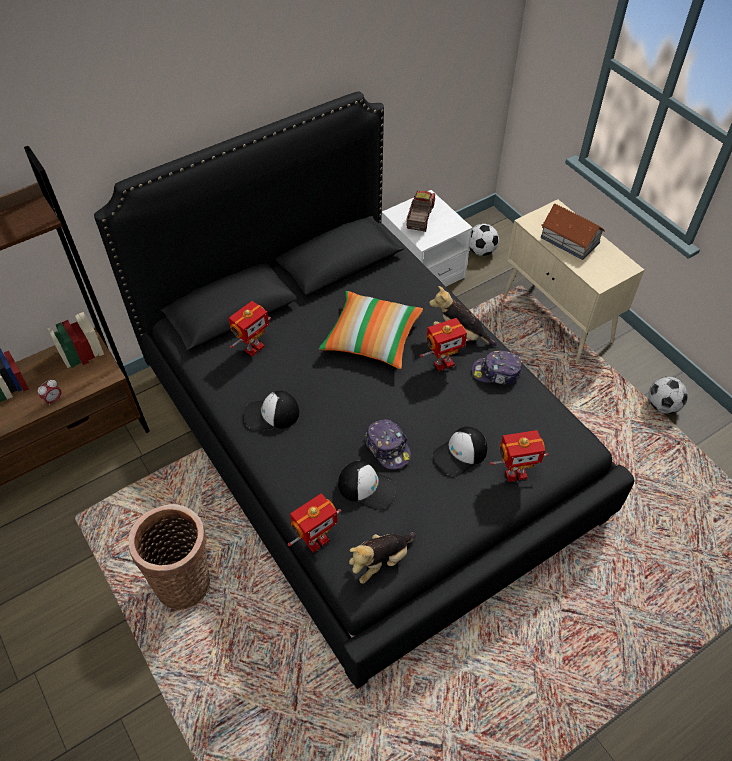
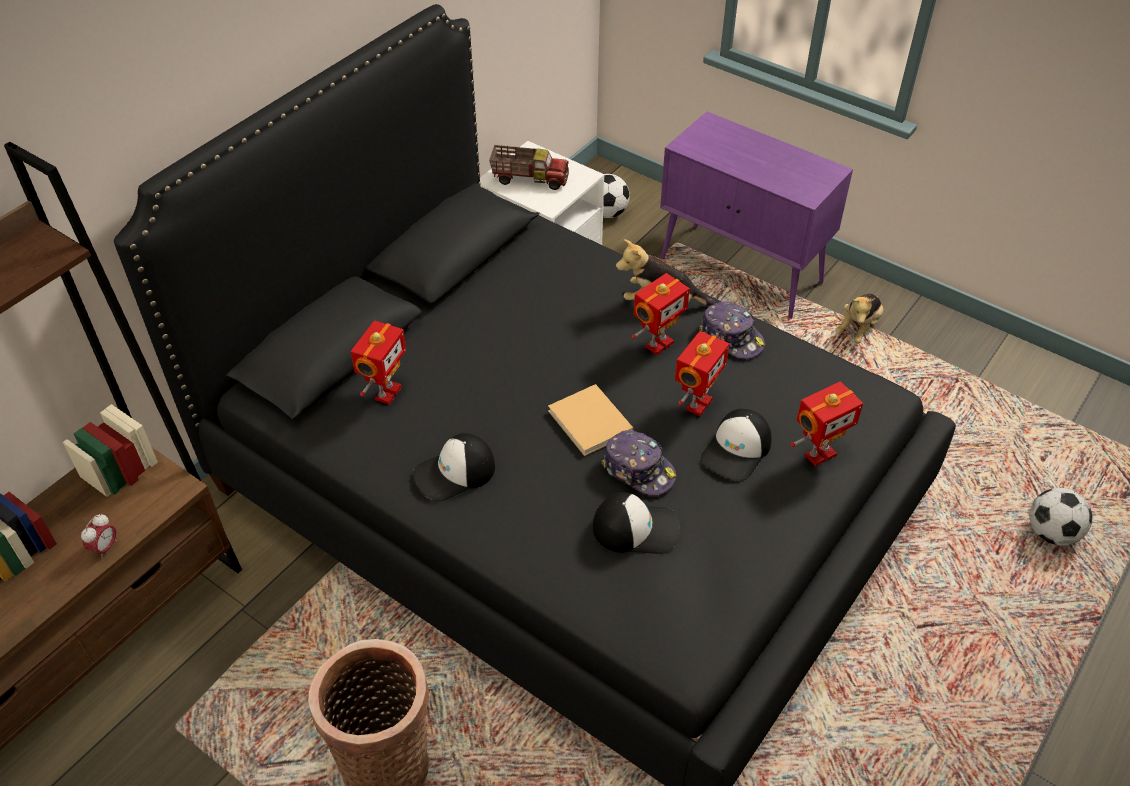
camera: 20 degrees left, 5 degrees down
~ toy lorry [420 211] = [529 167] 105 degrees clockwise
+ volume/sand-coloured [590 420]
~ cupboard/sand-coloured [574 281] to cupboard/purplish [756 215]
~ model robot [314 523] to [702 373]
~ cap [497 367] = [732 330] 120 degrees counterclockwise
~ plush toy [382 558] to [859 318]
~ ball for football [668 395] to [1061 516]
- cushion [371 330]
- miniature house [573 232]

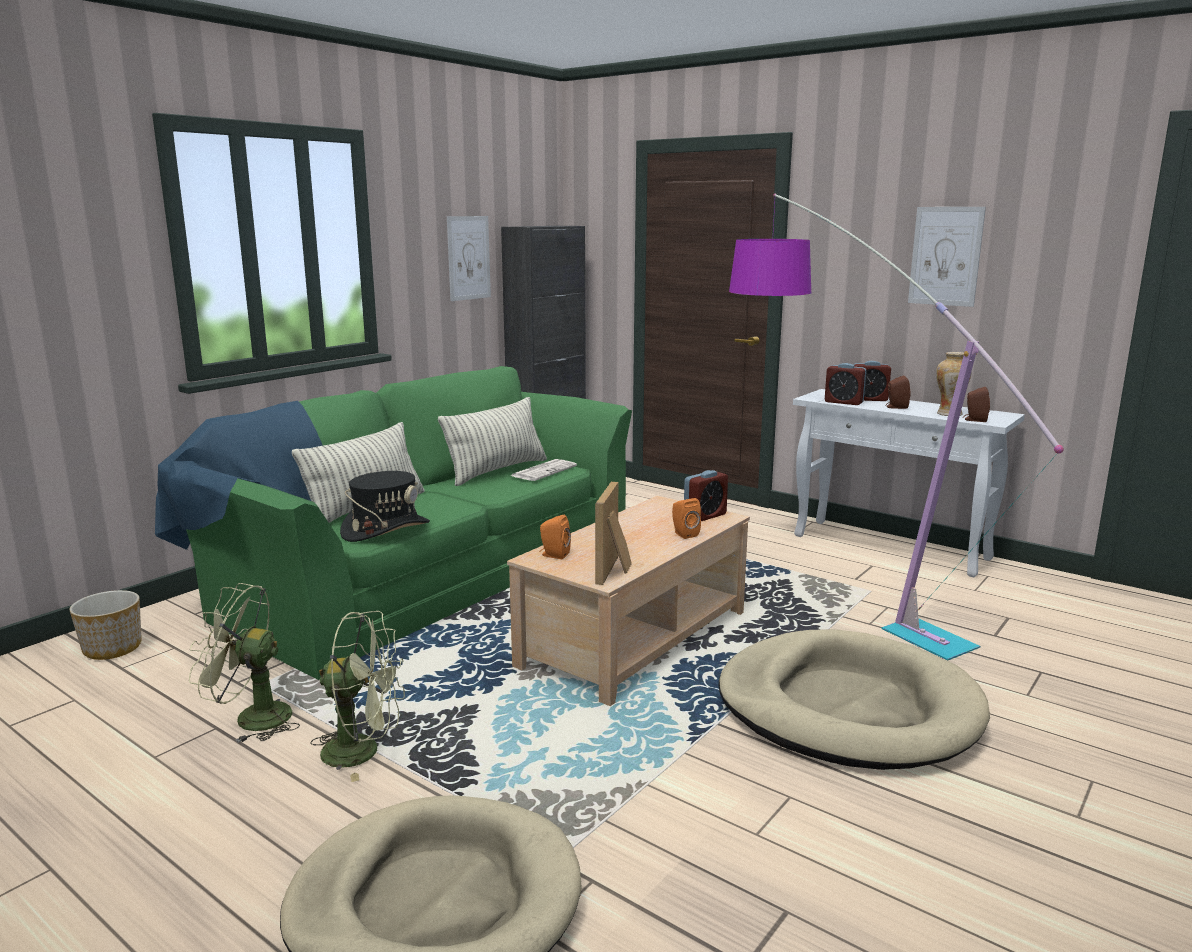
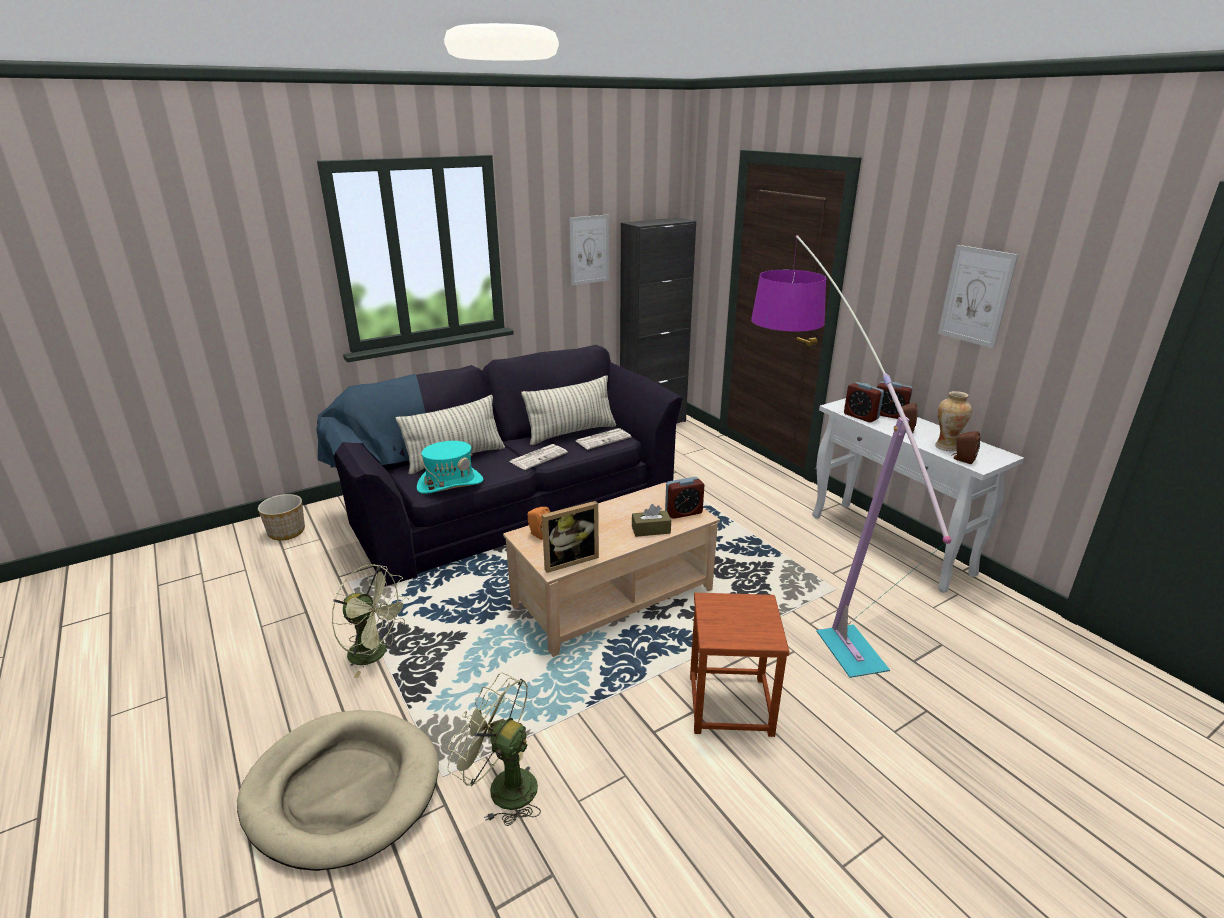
camera: 20 degrees right, 10 degrees up
~ sofa/greenish [393 523] to sofa/black-coloured [499 465]
~ clothing hat/black-coloured [385 506] to clothing hat/turquoise-coloured [450 467]
~ cooling fan/greenish [244 663] to [494 749]
+ daily paper [538 457]
~ standing frame [613 533] = [570 537] 150 degrees counterclockwise
~ loudspeaker/orangey [686 518] to tissue box/brownish [651 520]
~ dog bed/sand-coloured [854 699] to stool seat/brownish [739 665]

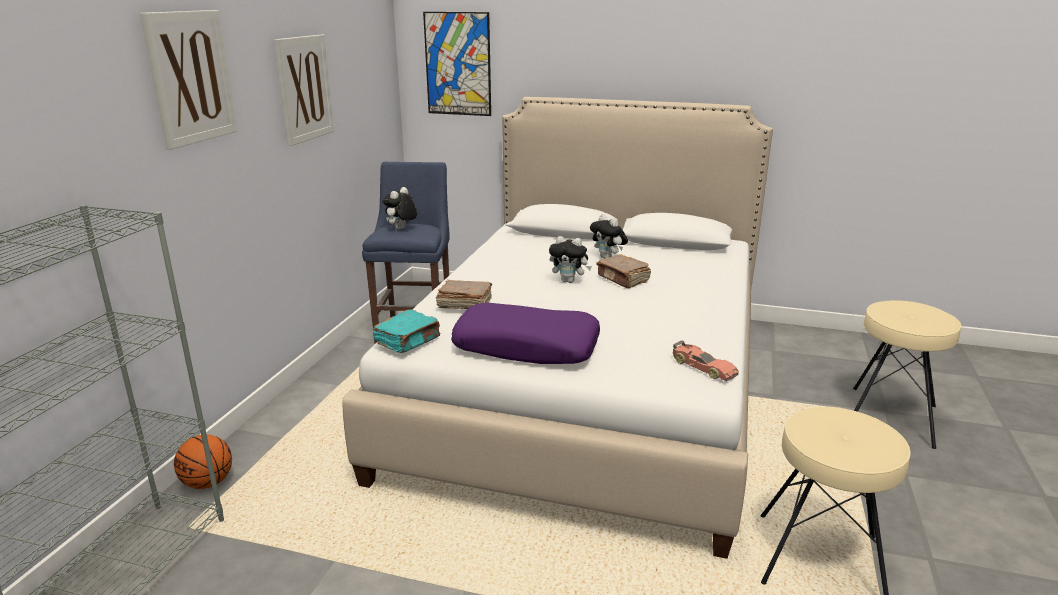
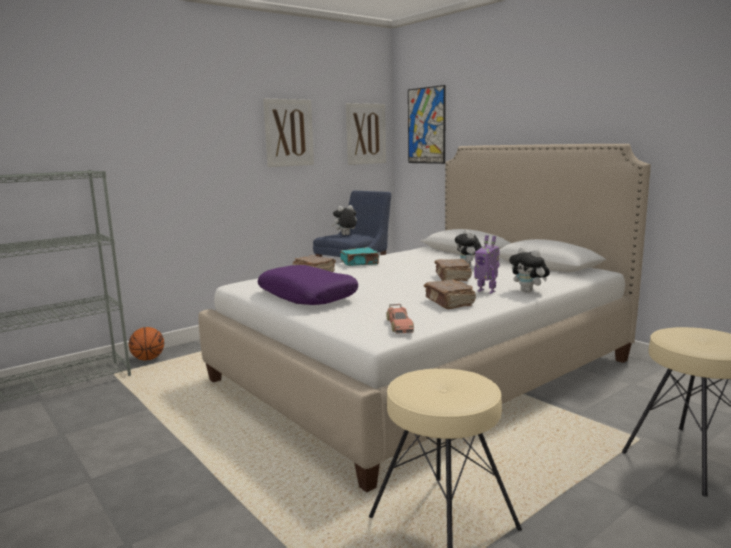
camera: 35 degrees right, 10 degrees down
~ volume/turquoise-coloured [406 331] to [359 256]
~ wall picture [188 80] to [366 134]
+ volume/brownish [450 294]
+ model robot [487 264]
~ plush toy [570 259] to [529 269]

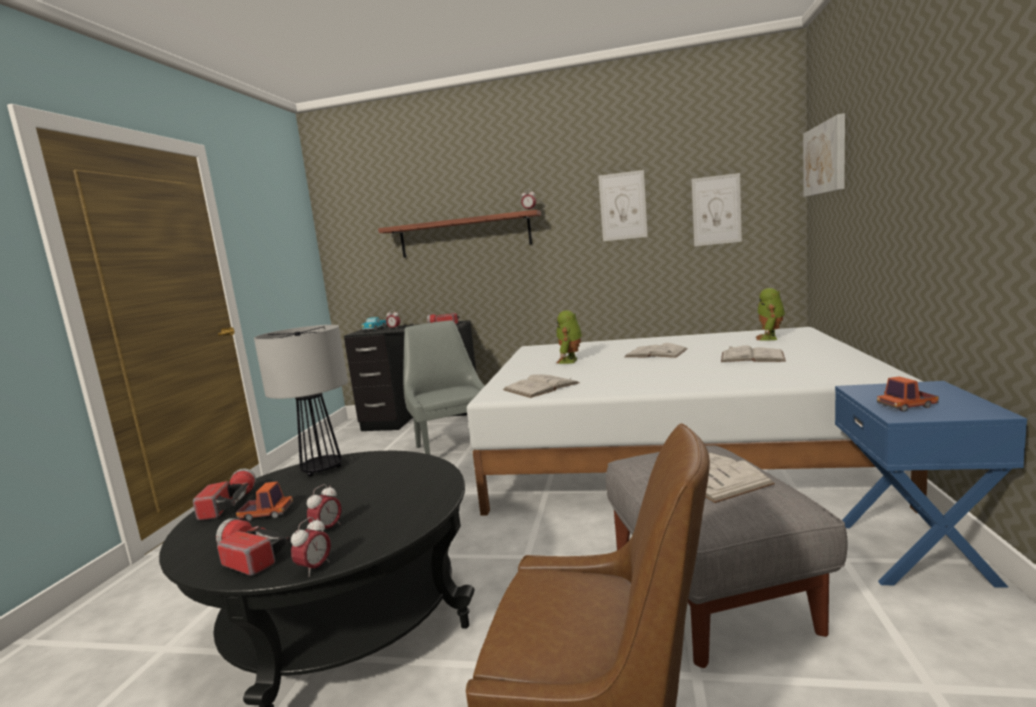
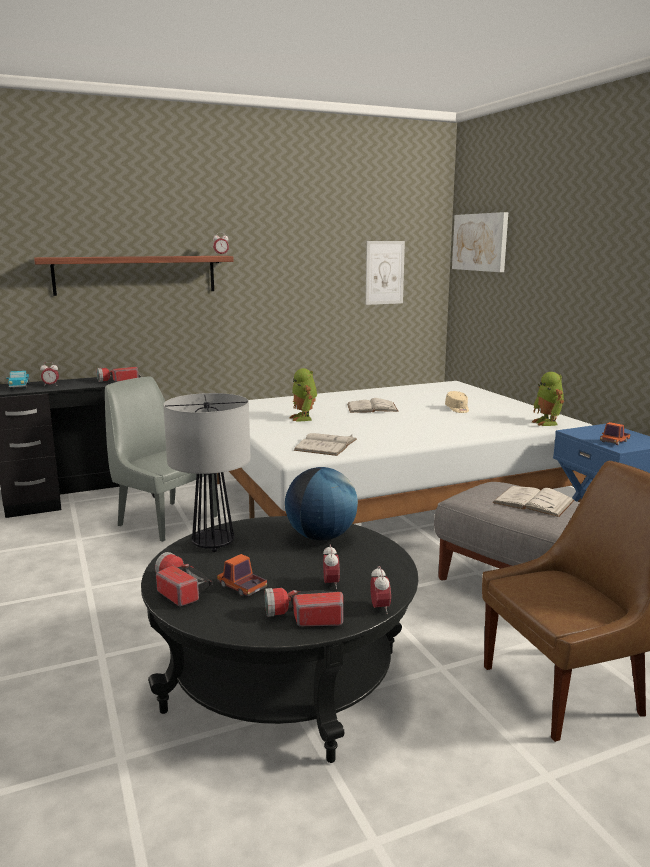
camera: 35 degrees left, 5 degrees up
~ toy lorry [264 501] = [242 575] 105 degrees counterclockwise
+ world globe [321 504]
~ volume/white [753 353] to cap/sand-coloured [457 402]
~ model robot [770 314] to [548 399]
- wall picture [623 205]

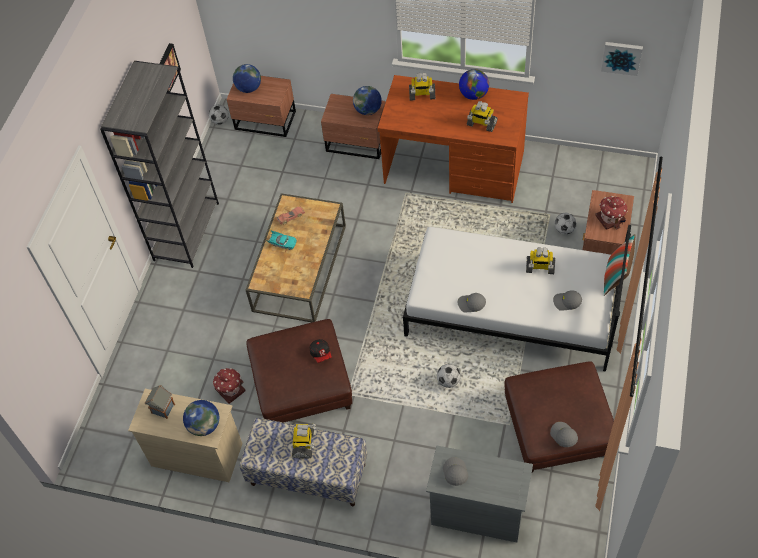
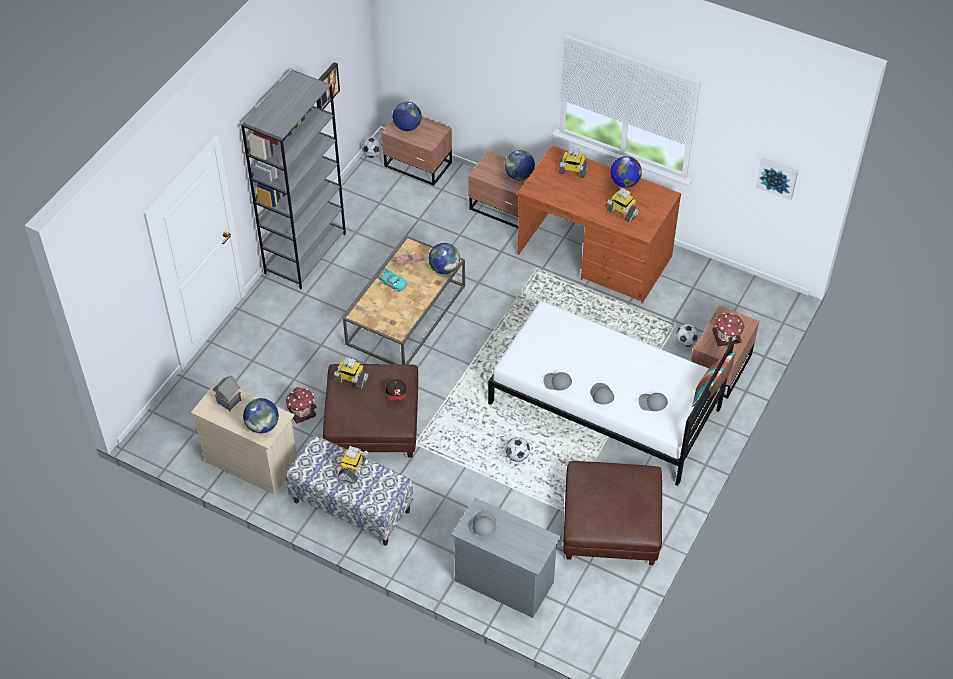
camera: 10 degrees right, 5 degrees down
~ model robot [540 260] to [351 373]
+ world globe [444 258]
~ cap/greyish [564 434] to [602 394]

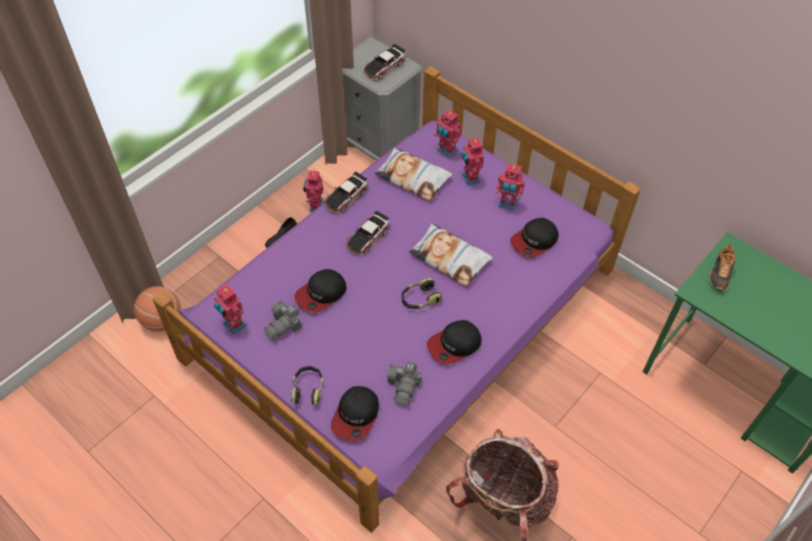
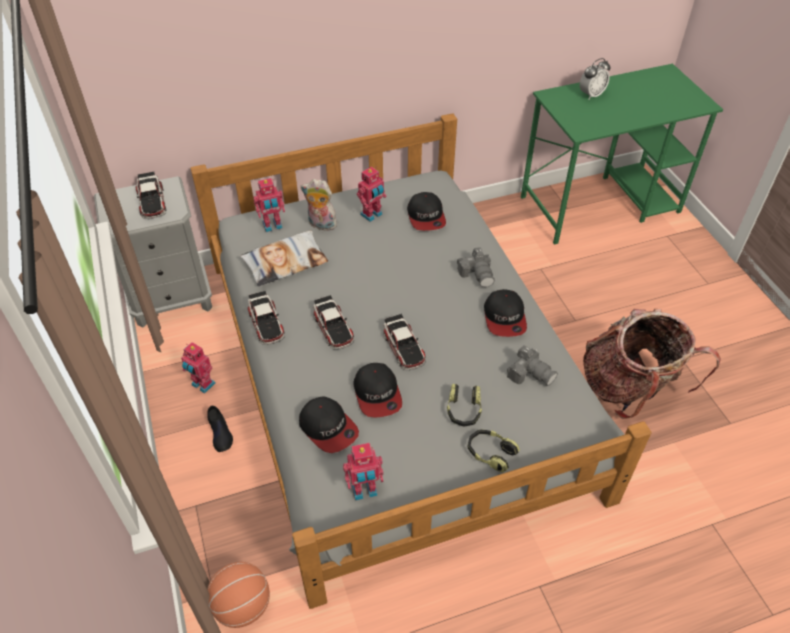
camera: 60 degrees left, 5 degrees down
~ bedroom bed/purplish [397 299] to bedroom bed/greyish [421 361]
~ cap [355 413] to [329 424]
~ model robot [472 161] to plush toy [319 205]
+ model car [404 342]
~ headphones [421 293] to [464 405]
~ photo camera [282 320] to [476 267]
+ alarm clock [595 79]
- cushion [451 255]
- low shoe [722 268]

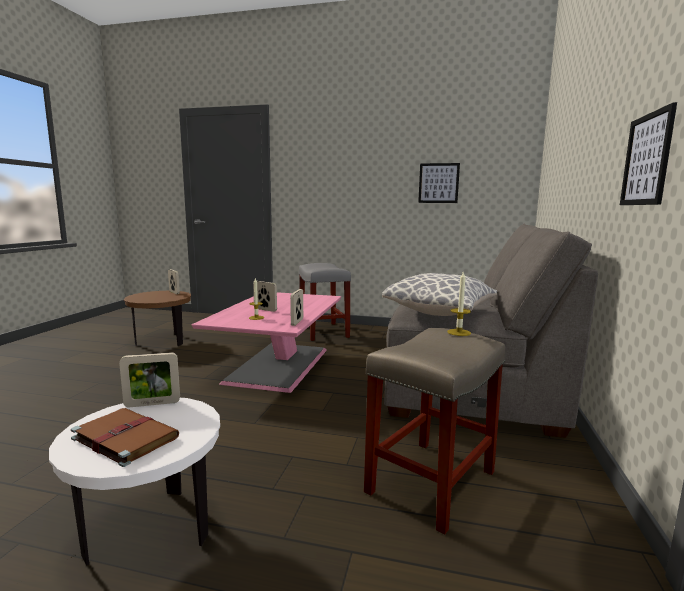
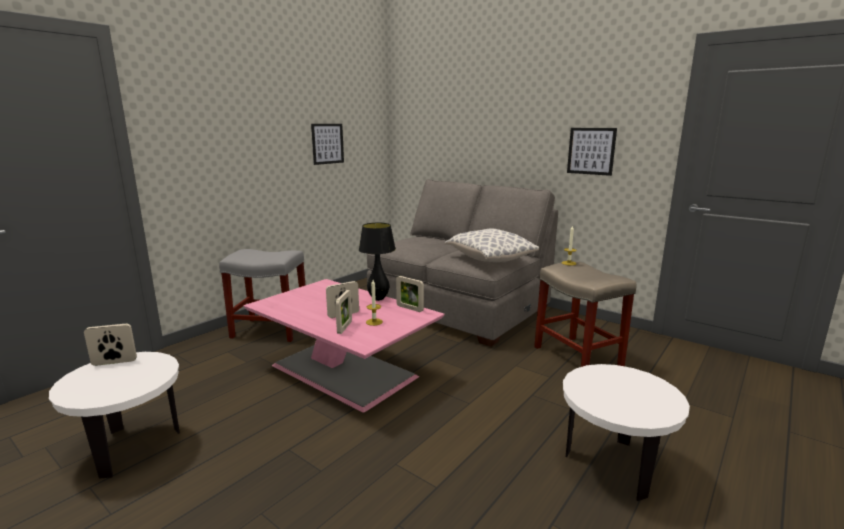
camera: 65 degrees left, 5 degrees up
~ side table/brownish [157 318] to side table/white [114 415]
~ standing frame [149 379] to [343 312]
+ tabletop lamp/black-coloured [377 262]
- volume/brownish [125 437]

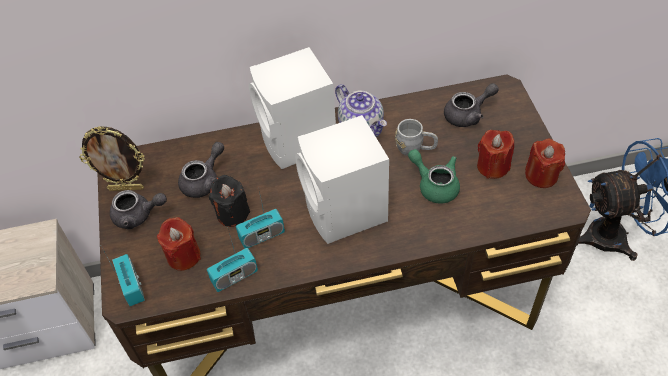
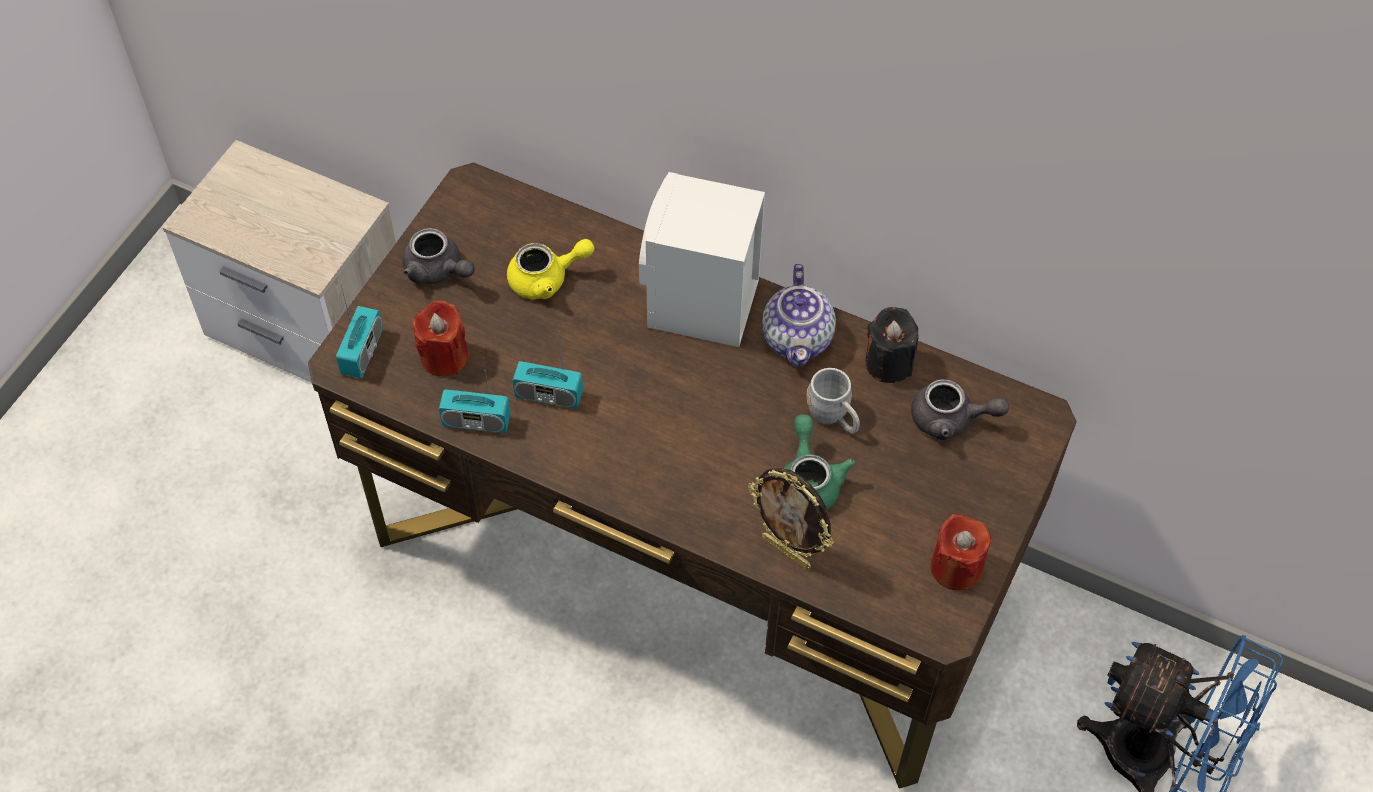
camera: 35 degrees right, 5 degrees up
~ pot for tea/greyish [201 170] to pot for tea/yellow-coloured [550 269]
~ standing frame [112 158] to [791 519]
~ candle/black-coloured [229 201] to [891 345]
- loudspeaker/white [342 179]
- candle/red-coloured [495 154]

